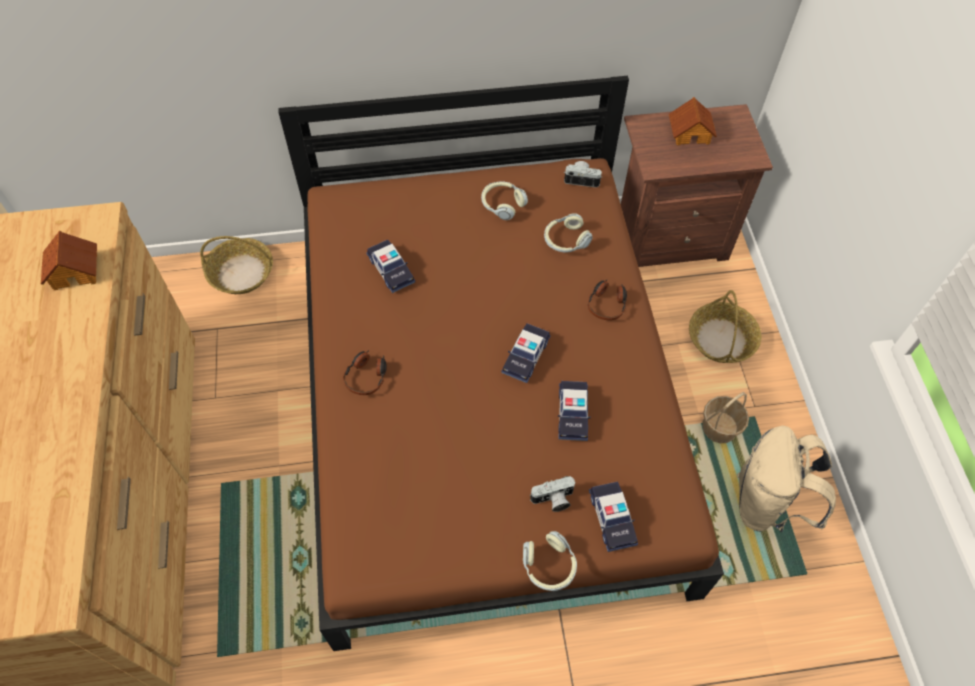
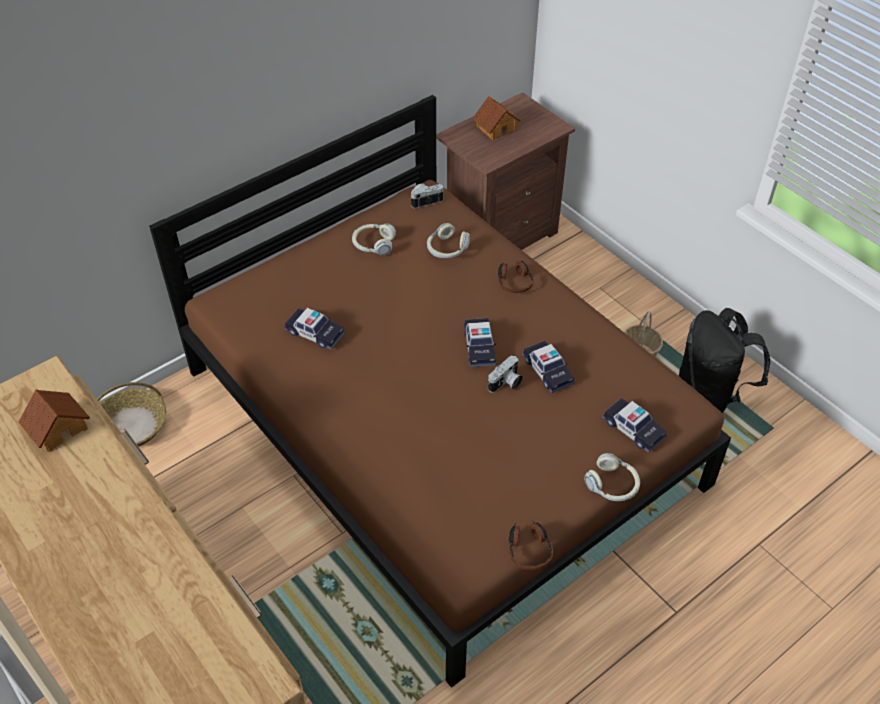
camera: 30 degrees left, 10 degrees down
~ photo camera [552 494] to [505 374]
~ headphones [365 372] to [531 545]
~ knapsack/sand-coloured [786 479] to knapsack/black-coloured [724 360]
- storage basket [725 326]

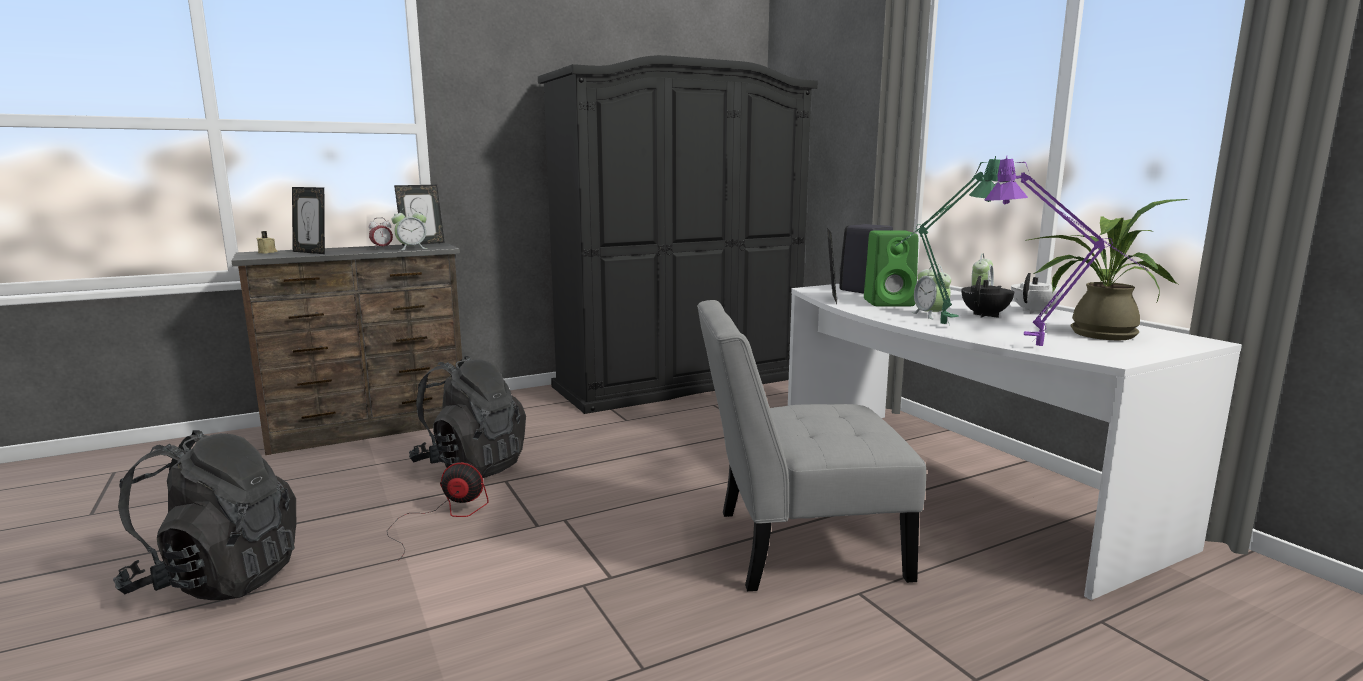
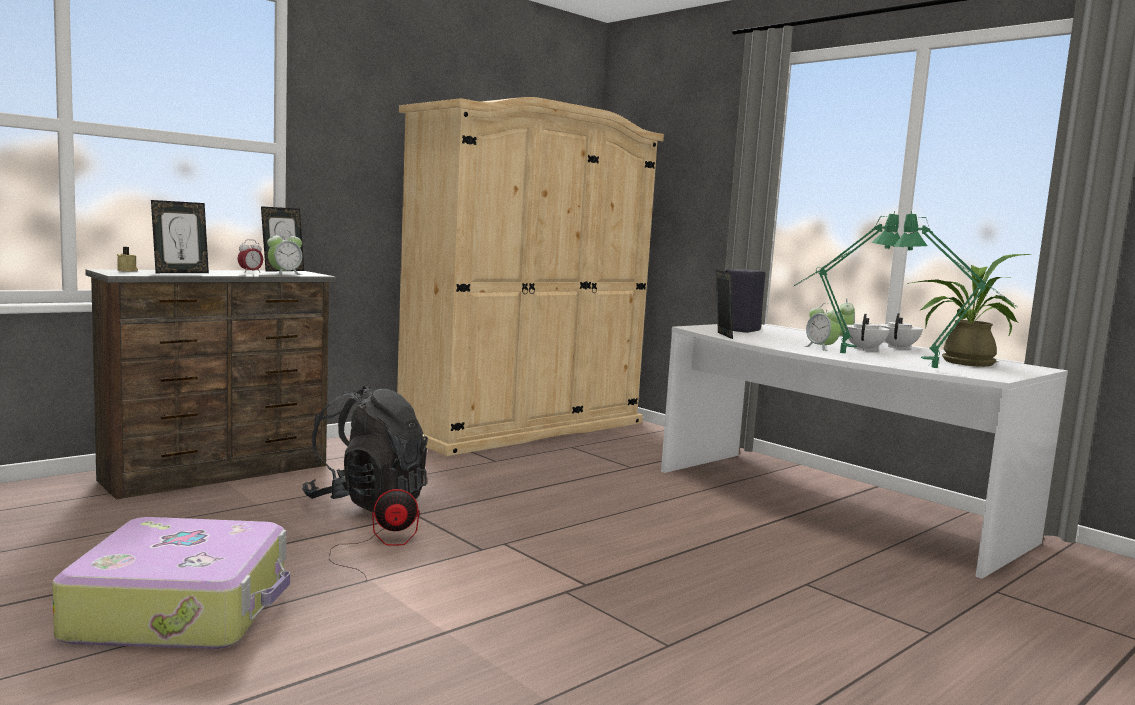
camera: 15 degrees left, 5 degrees down
~ knapsack/black-coloured [204 515] to suitcase [171 583]
~ standing frame [308 220] = [180 236] 60 degrees counterclockwise
~ clothes cupboard/black-coloured [678 234] to clothes cupboard/sand-coloured [530 276]
~ pot for tea/black-coloured [988 297] to pot for tea/white [867 332]
~ tabletop lamp/purplish [1067 250] to tabletop lamp/greenish [955 289]
- upright chair/greyish [811 445]
- loudspeaker/greenish [891 268]

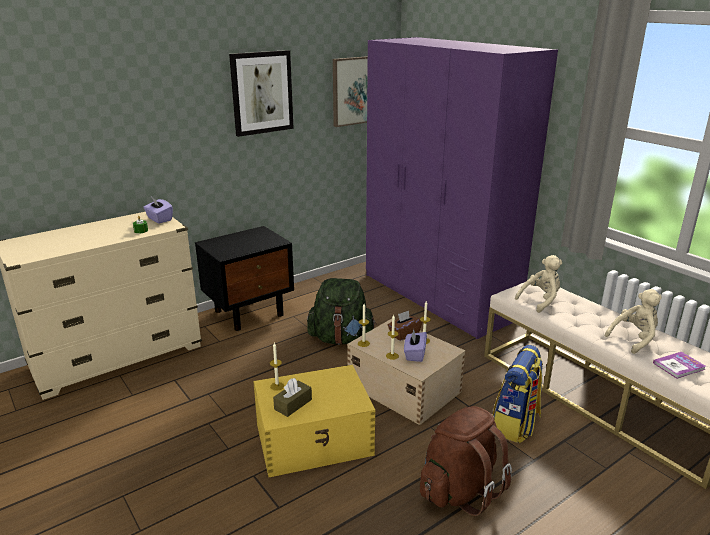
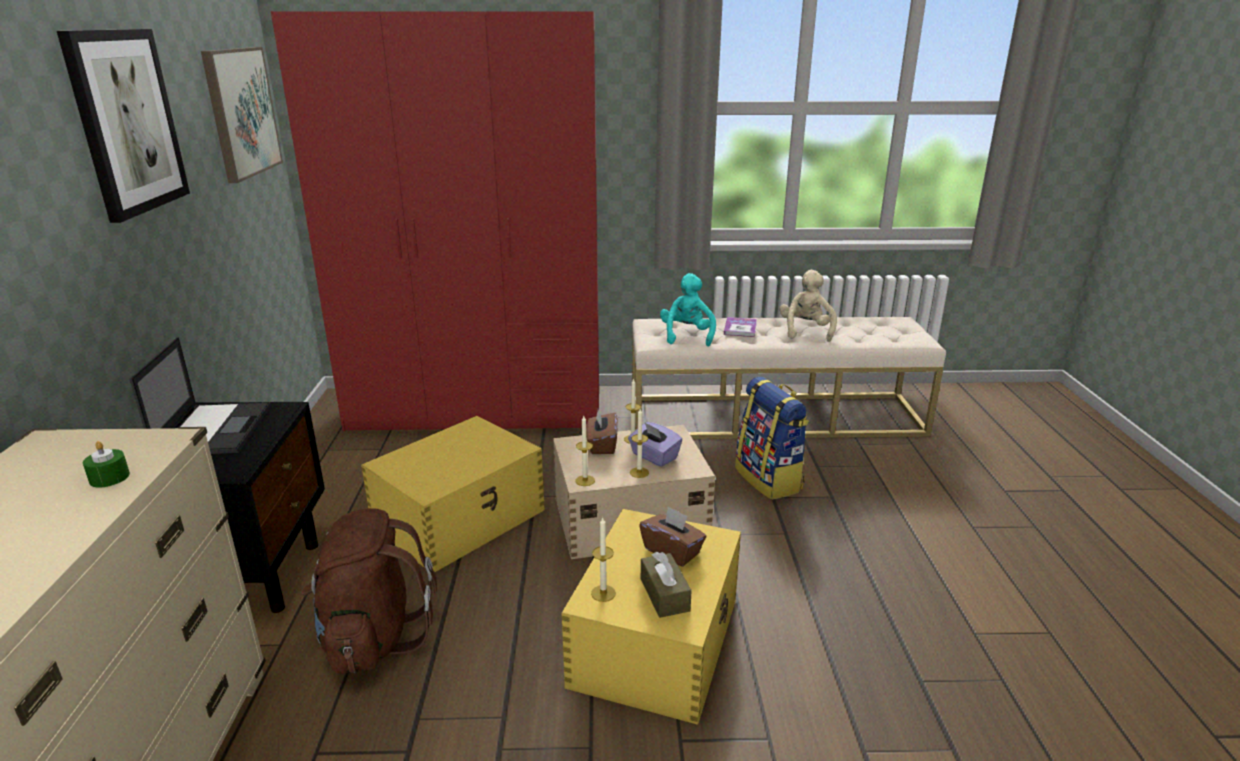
camera: 55 degrees left, 0 degrees up
+ laptop [200 395]
~ clothes cupboard/purplish [462 188] to clothes cupboard/red-coloured [435 221]
~ knapsack/brownish [466 461] to [369 591]
~ knapsack/greenish [341 311] to storage container/yellow-coloured [453 494]
+ tissue box/brownish [672 536]
~ plush toy/sand-coloured [538 284] to plush toy/turquoise-coloured [688 309]
~ volume [679 365] to [740 327]
- tissue box/purplish [158 210]

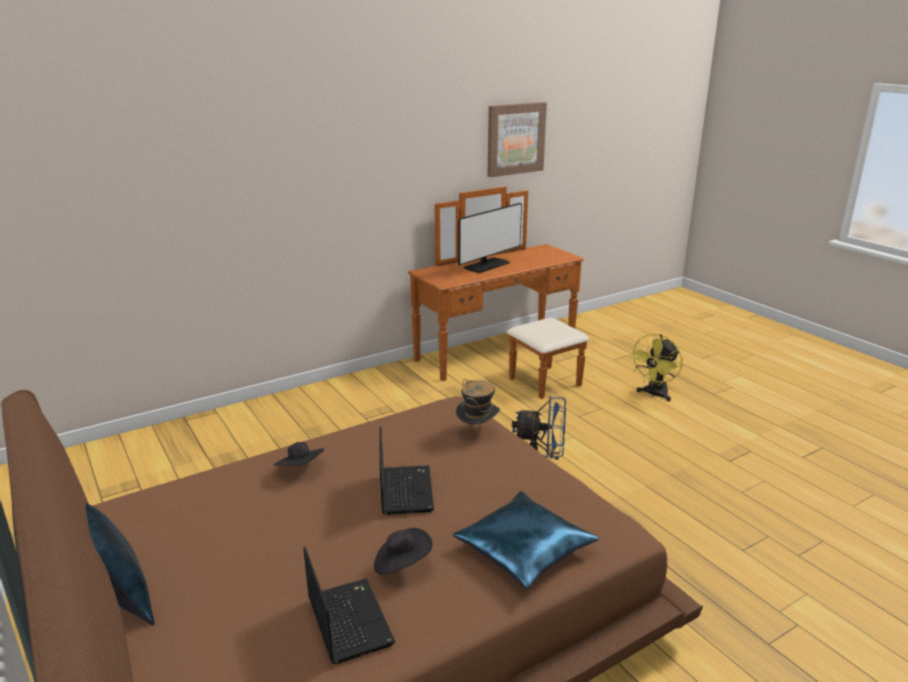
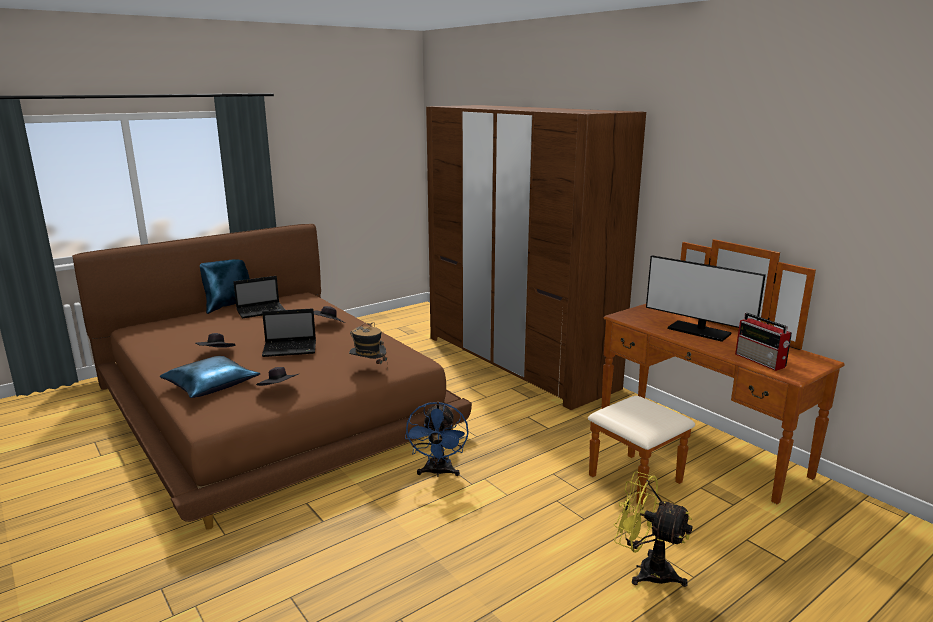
camera: 85 degrees right, 5 degrees down
~ laptop [349 605] to [259 297]
+ clothing hat/black-coloured [277 376]
+ clothes cupboard/brownish [536 257]
+ radio set [763 342]
- wall picture [517 139]

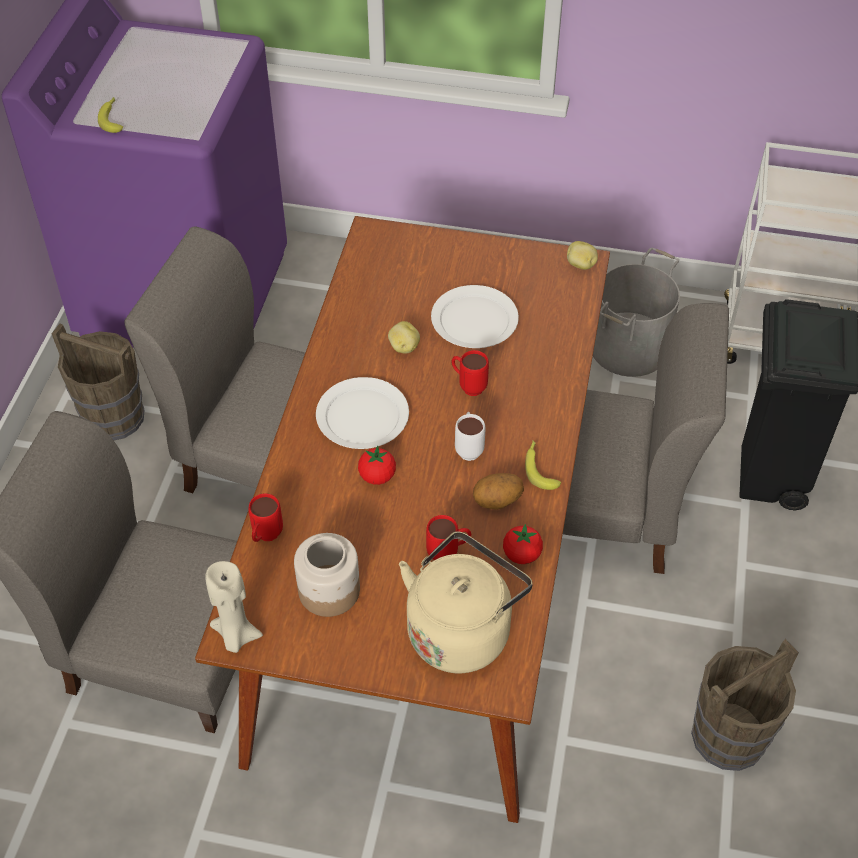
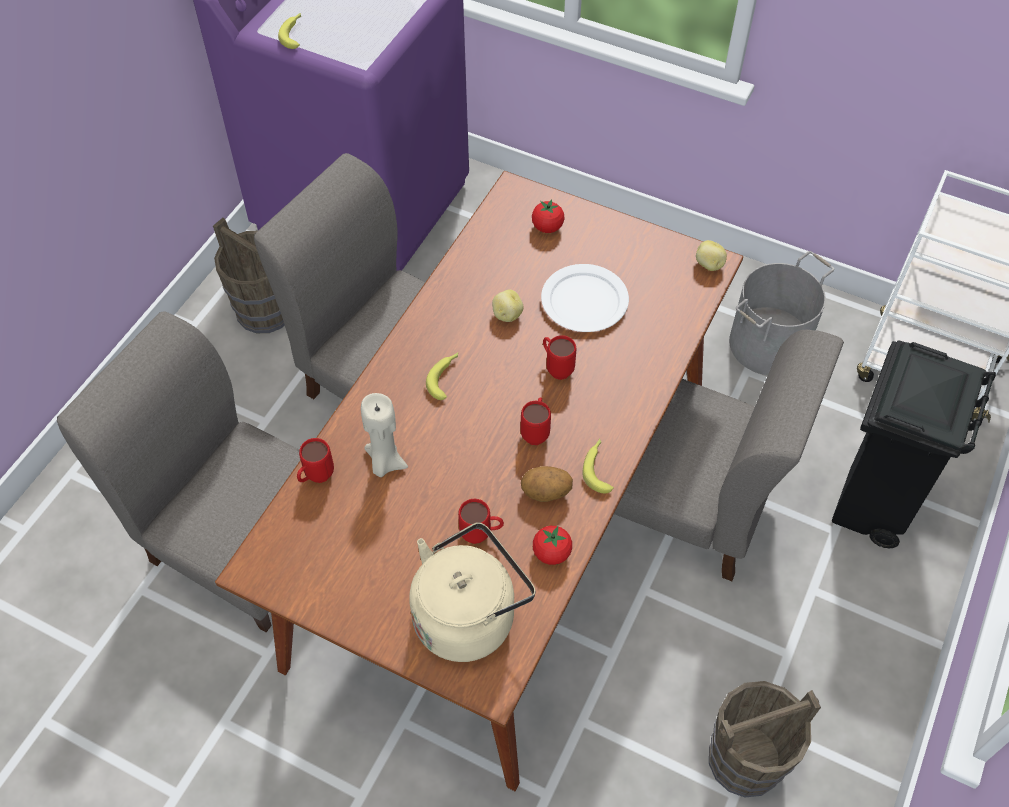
camera: 15 degrees right, 5 degrees up
~ candle/sand-coloured [234 607] to [384 435]
~ dinner plate/white [362 413] to whole banana [442 376]
~ mug/white [470 436] to mug/red-coloured [536 421]
~ tomato [377 465] to [548 216]
- preserve jar [327 575]

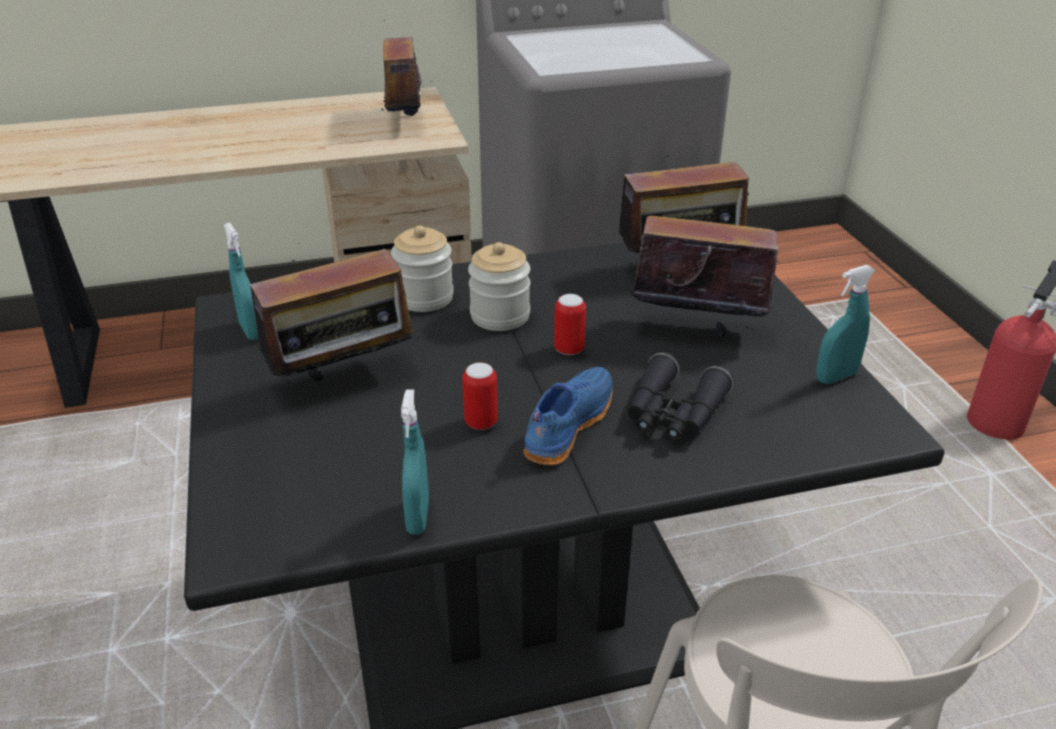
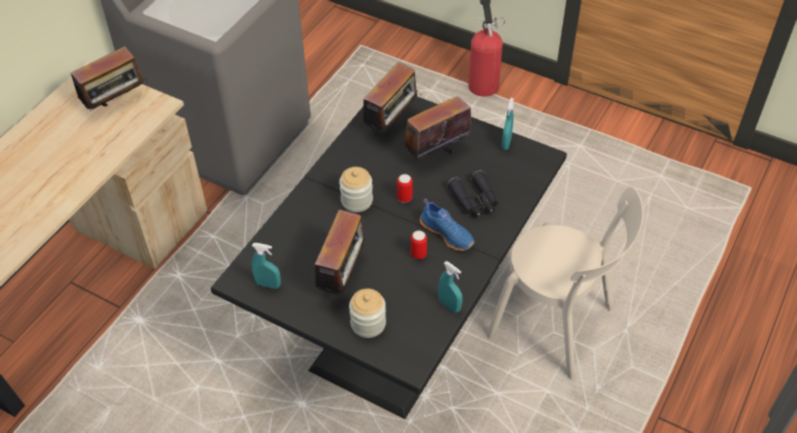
camera: 45 degrees left, 15 degrees up
~ radio set [406 67] = [109 78] 75 degrees counterclockwise
~ preserve jar [422 268] to [367 313]
~ low shoe/blue-coloured [568 416] = [447 224] 150 degrees clockwise

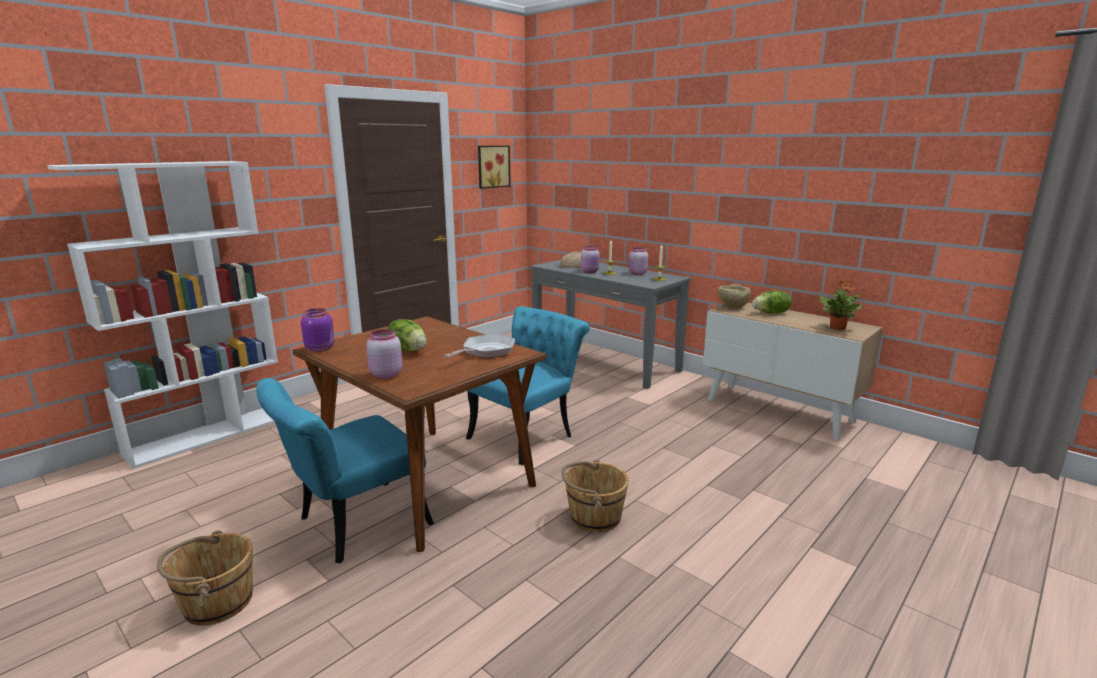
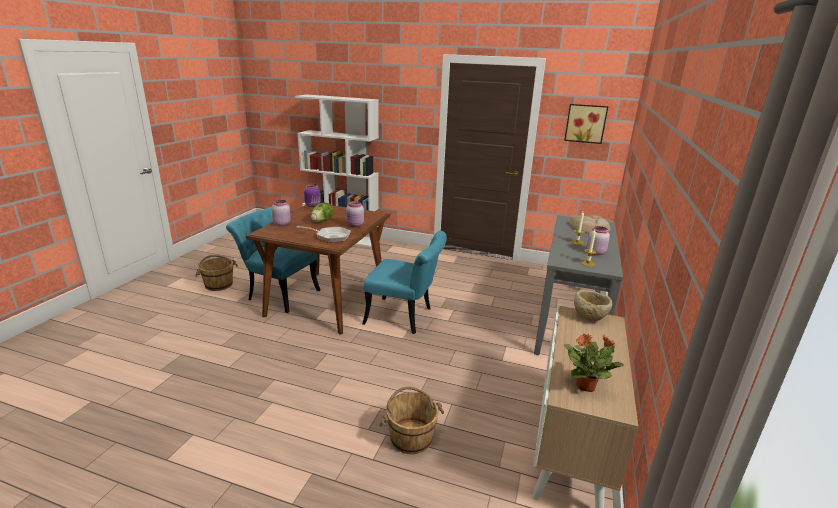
camera: 65 degrees right, 5 degrees up
~ preserve jar/pink-coloured [590 259] to [355 214]
~ pail/brownish [595 496] to [411 420]
- lettuce head [772 302]

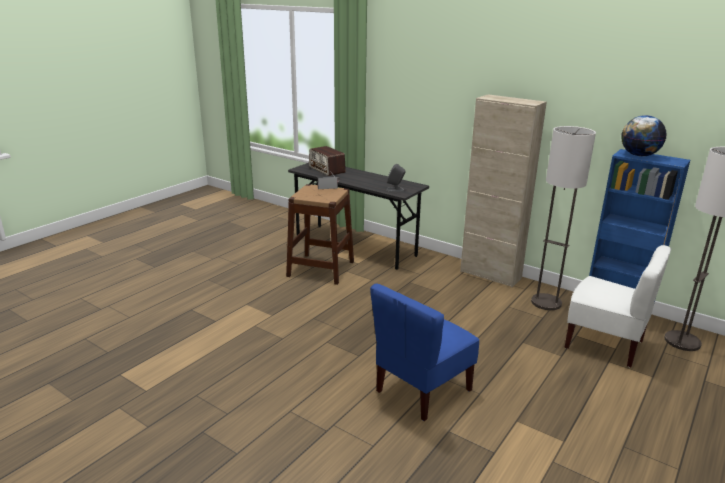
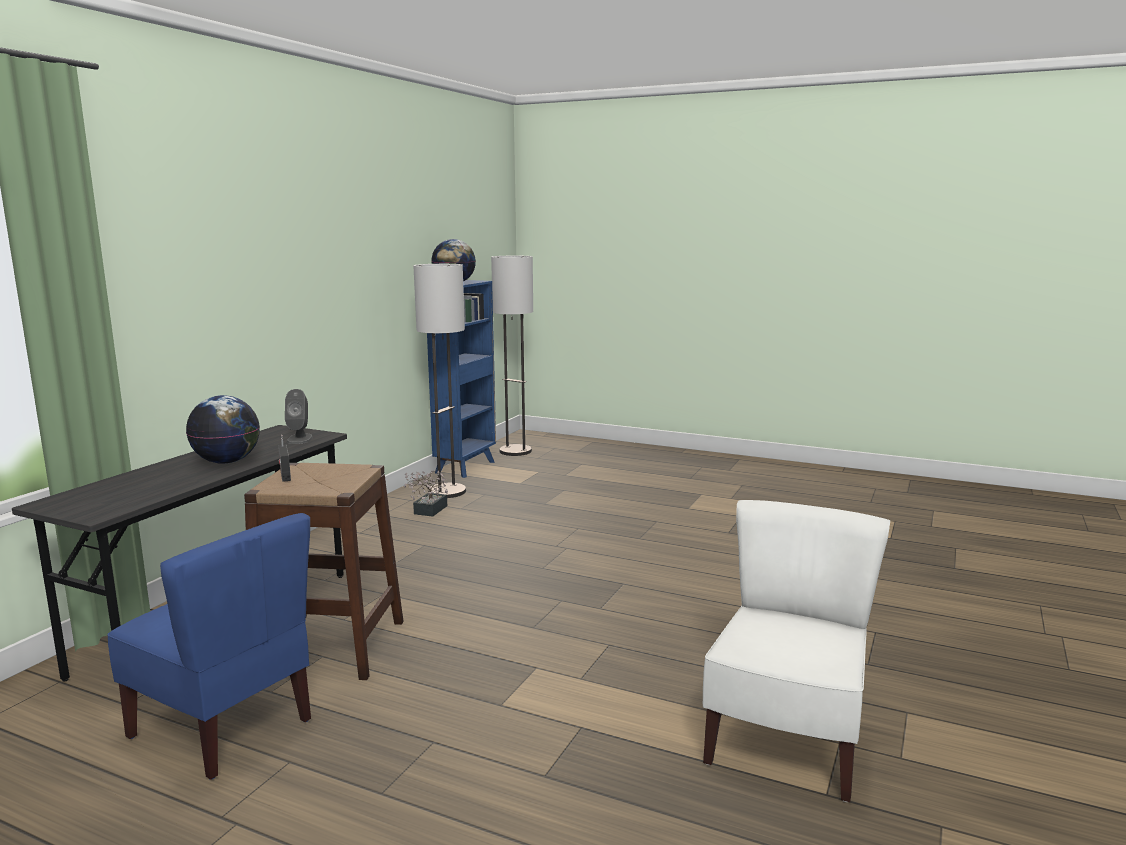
camera: 100 degrees left, 10 degrees down
~ upright chair/blue-coloured [424 352] to [209 646]
+ world globe [223 429]
+ houseplant [426 494]
~ upright chair/white [617 306] to [796 651]
- radio set [327 161]
- cupboard/sand-coloured [503 191]

